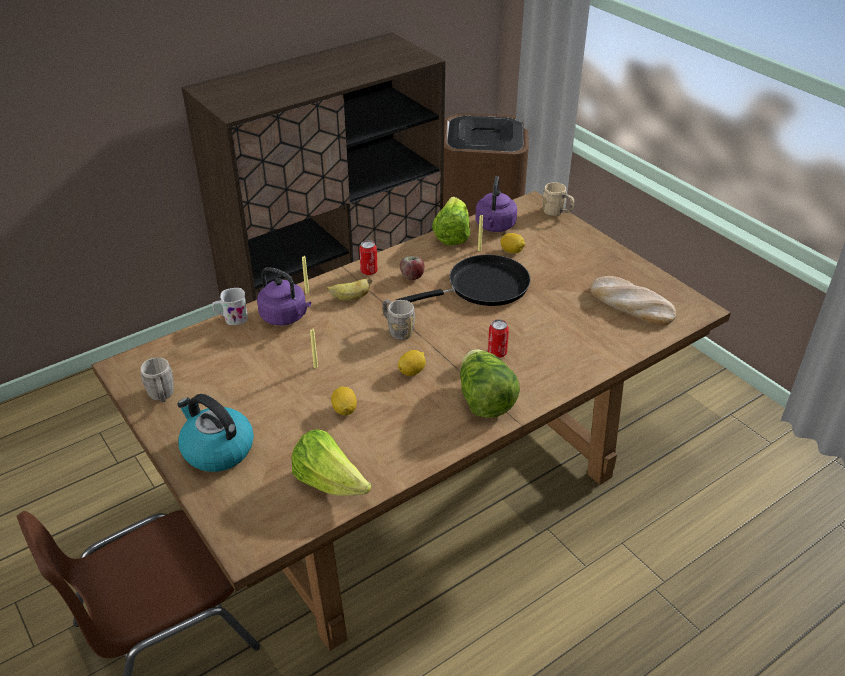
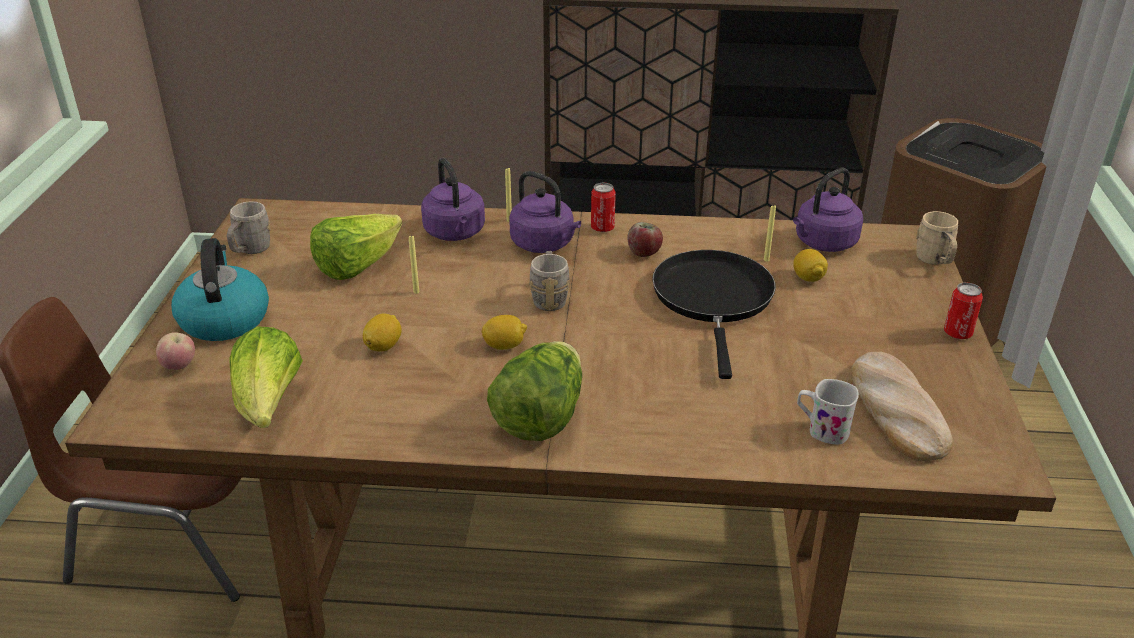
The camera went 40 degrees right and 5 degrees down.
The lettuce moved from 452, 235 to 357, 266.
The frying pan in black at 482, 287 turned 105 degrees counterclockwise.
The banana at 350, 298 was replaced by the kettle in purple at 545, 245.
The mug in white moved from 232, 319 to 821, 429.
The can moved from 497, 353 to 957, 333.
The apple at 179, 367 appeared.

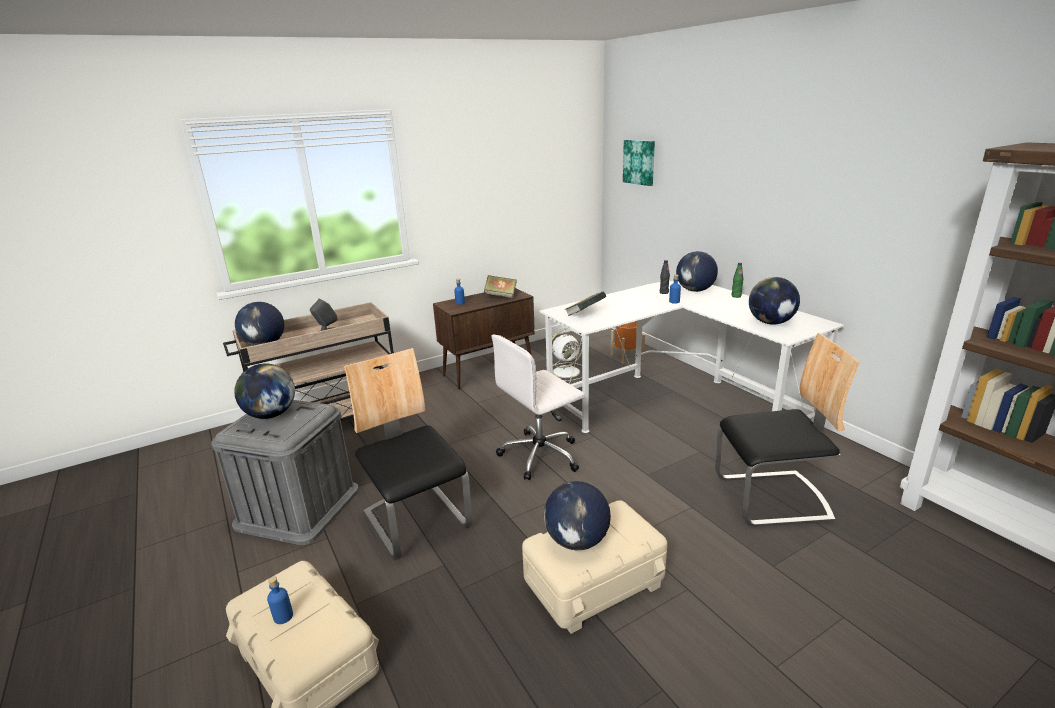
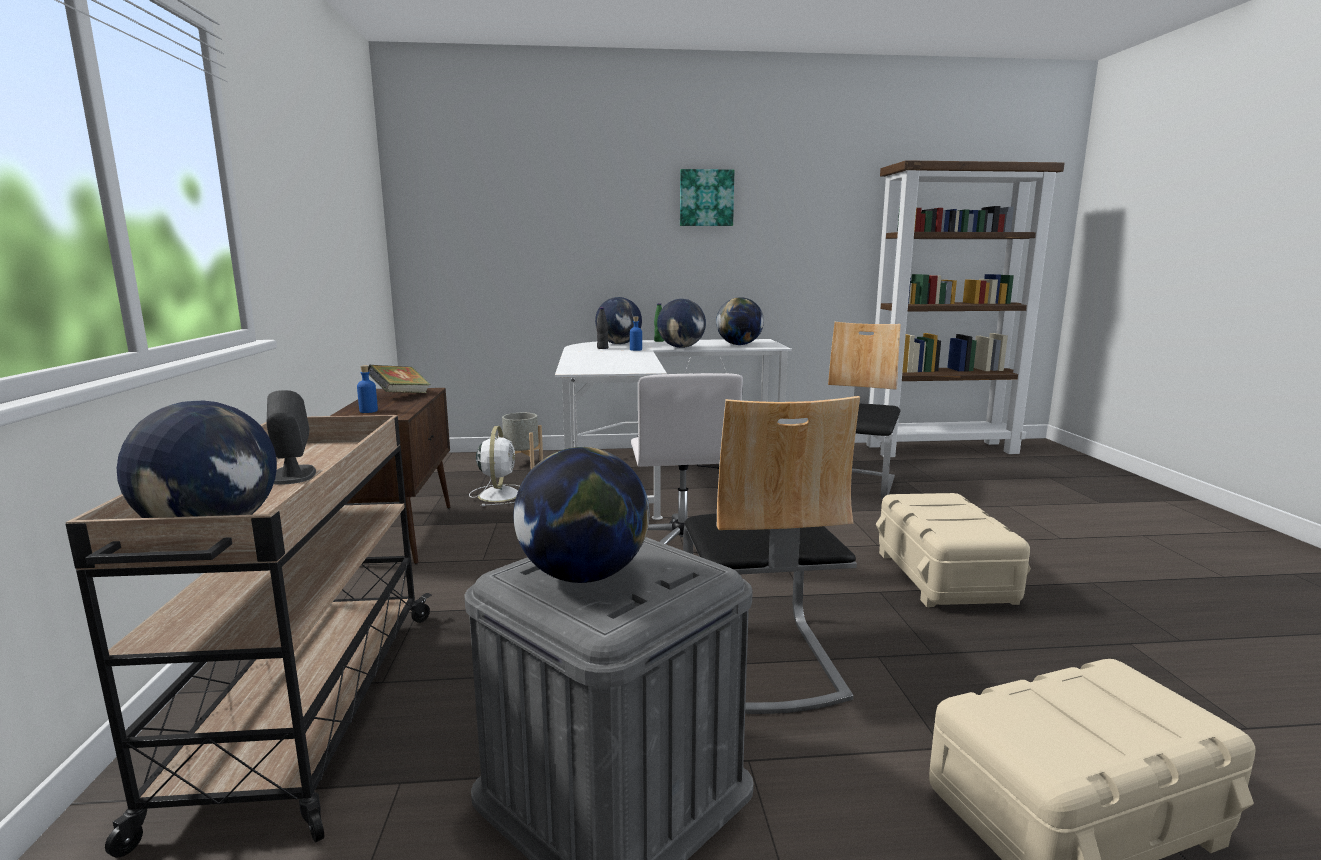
The camera went 65 degrees left and 10 degrees down.
The picture moved from 639, 162 to 706, 198.
The book at 585, 314 disappeared.
The planter in orange at 627, 357 became the planter in grey at 521, 464.
The chair at 417, 519 turned 90 degrees counterclockwise.
The globe moved from 577, 541 to 681, 347.
The bottle in blue at 283, 616 disappeared.

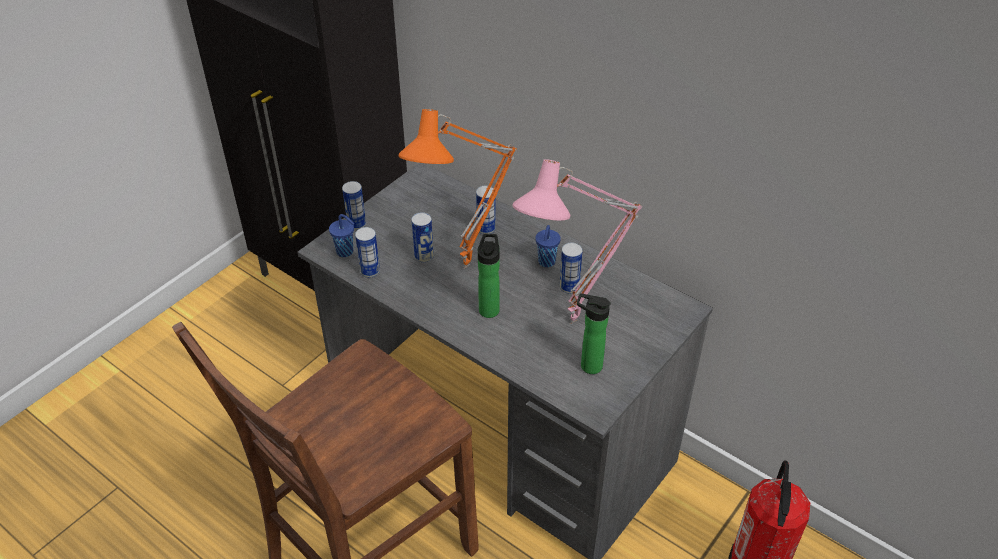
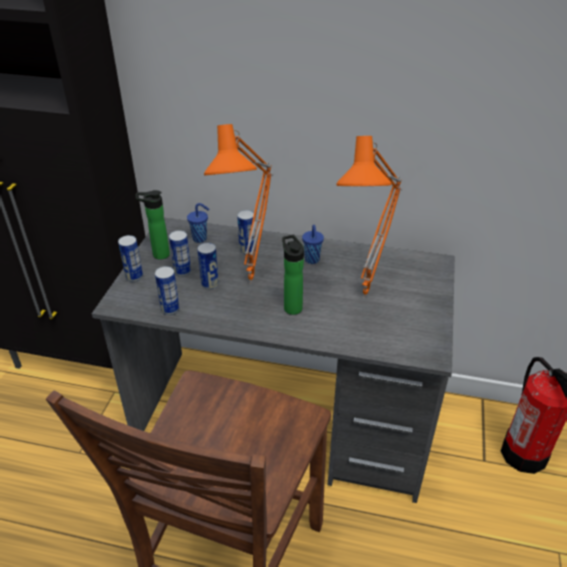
The camera went 25 degrees left and 5 degrees down.
The table lamp in pink at 576, 324 became the table lamp in orange at 368, 297.
The cup in blue moved from 346, 252 to 200, 238.
The can moved from 569, 287 to 182, 272.
The bottle moved from 588, 365 to 158, 255.

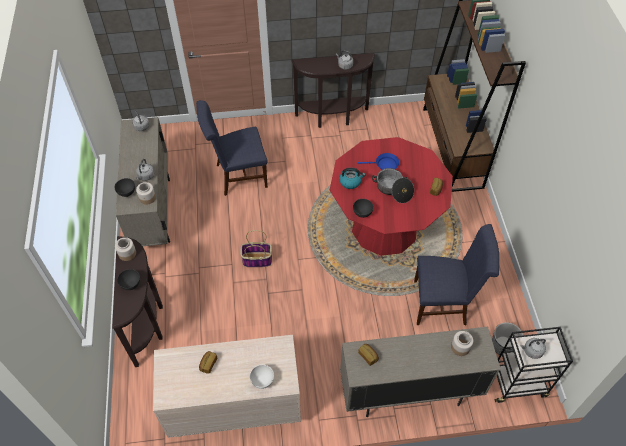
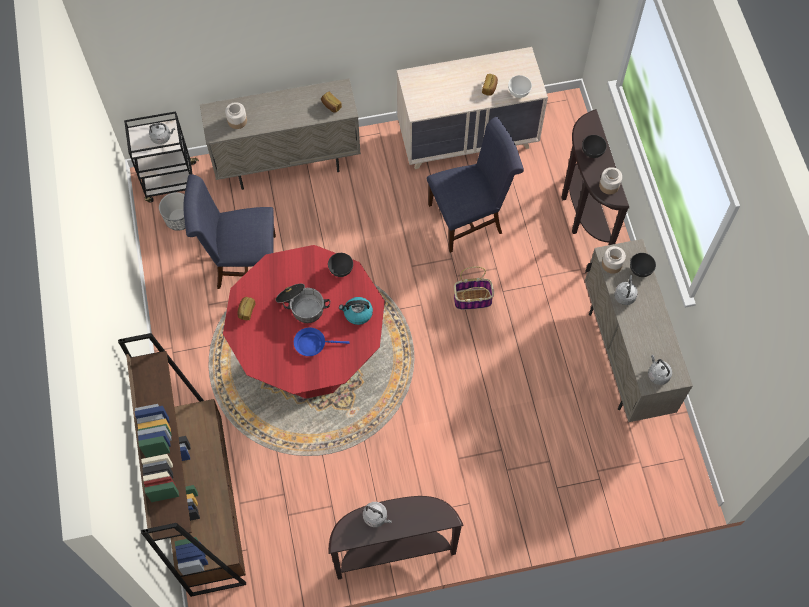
The camera went 175 degrees right and 10 degrees up.
The chair in blue moved from 237, 176 to 470, 217.
The bowl in white moved from 262, 381 to 519, 92.

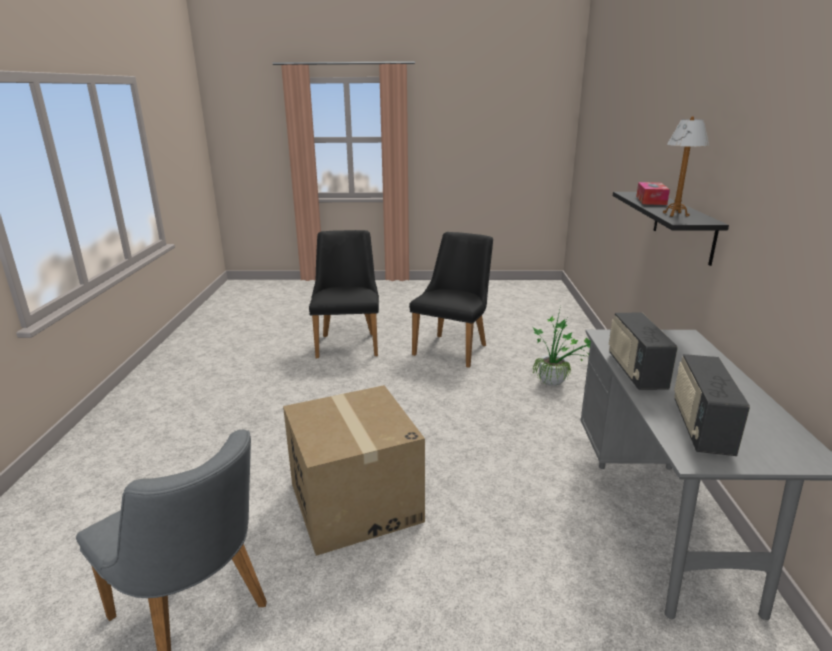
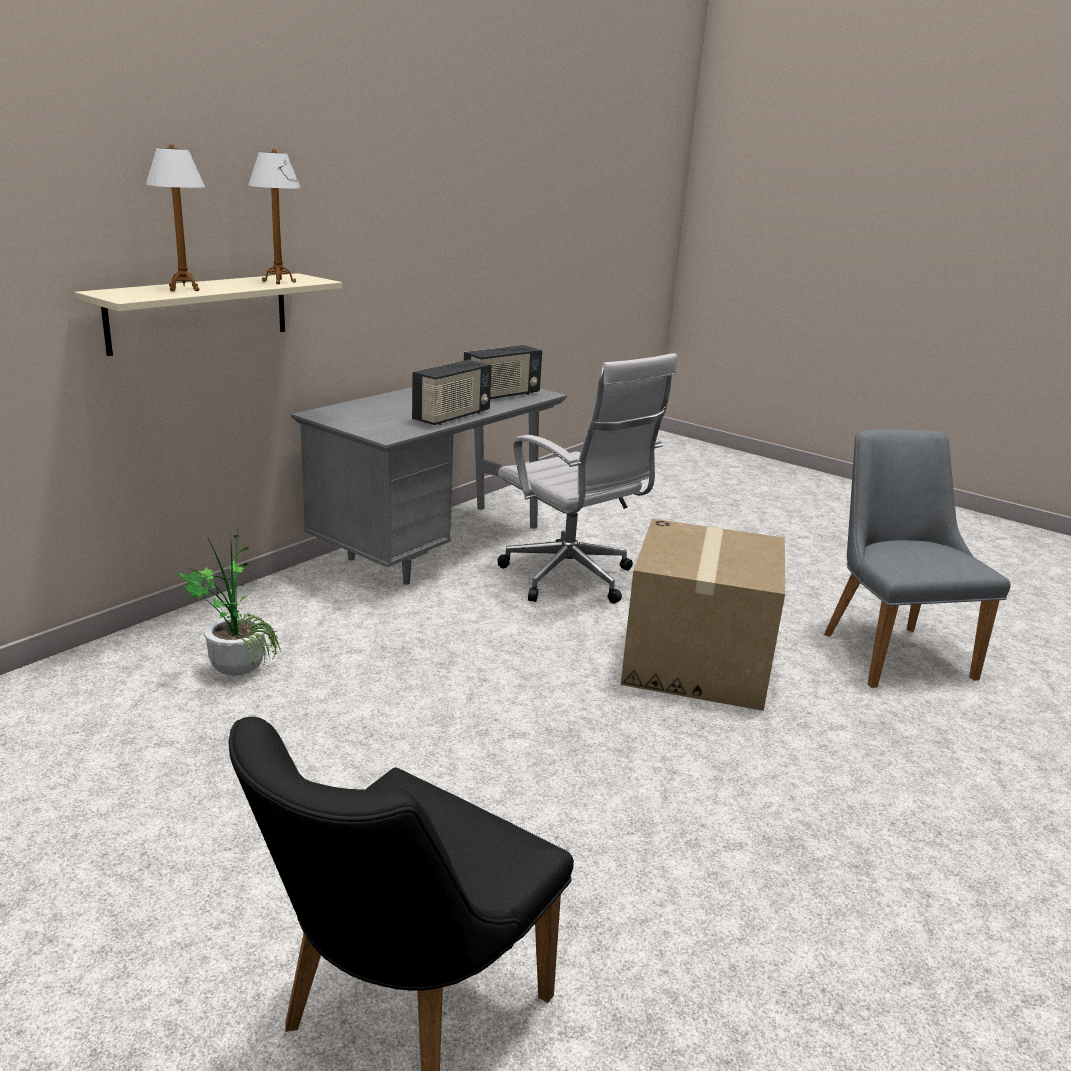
The camera went 145 degrees left and 0 degrees up.
The tissue box at 651, 200 was replaced by the table lamp at 184, 289.
The shelf in black at 683, 226 became the shelf in beige at 200, 312.
The chair in black at 454, 347 disappeared.
The office chair in white at 572, 580 appeared.

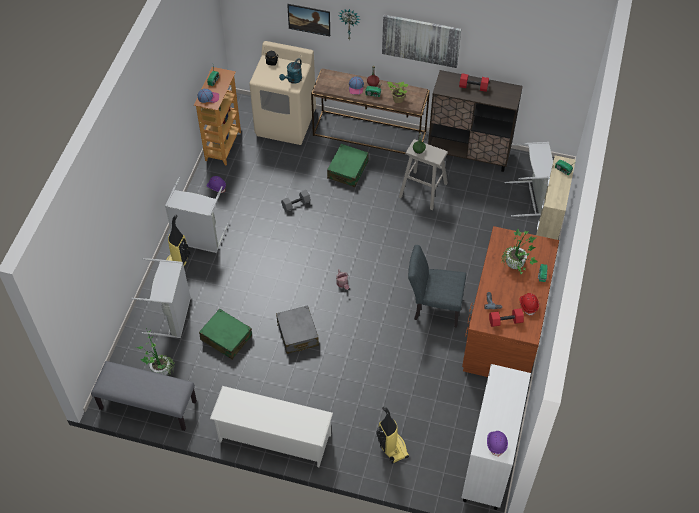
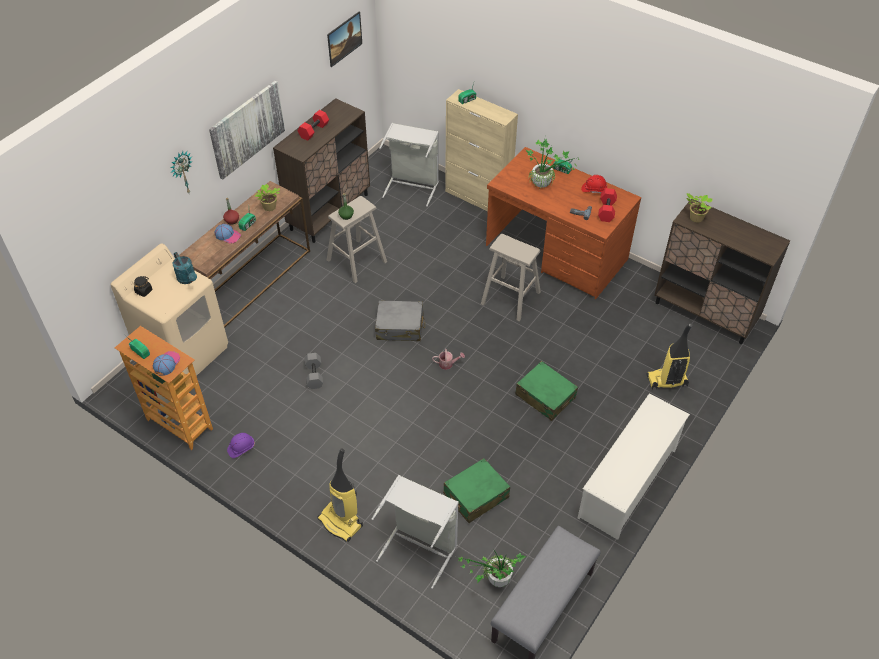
The camera went 70 degrees left and 5 degrees down.
The picture moved from 309, 25 to 345, 47.
The suitcase in green moved from 348, 170 to 545, 396.
The laundry basket in grey at 199, 238 disappeared.
The chair in grey at 433, 307 was replaced by the stool in beige at 510, 298.
The suitcase in grey moved from 297, 334 to 400, 327.
The cabinet in white at 488, 464 became the cabinet in brown at 705, 313.
The hard hat in purple at 496, 443 disappeared.
The potted plant at 695, 218 appeared.

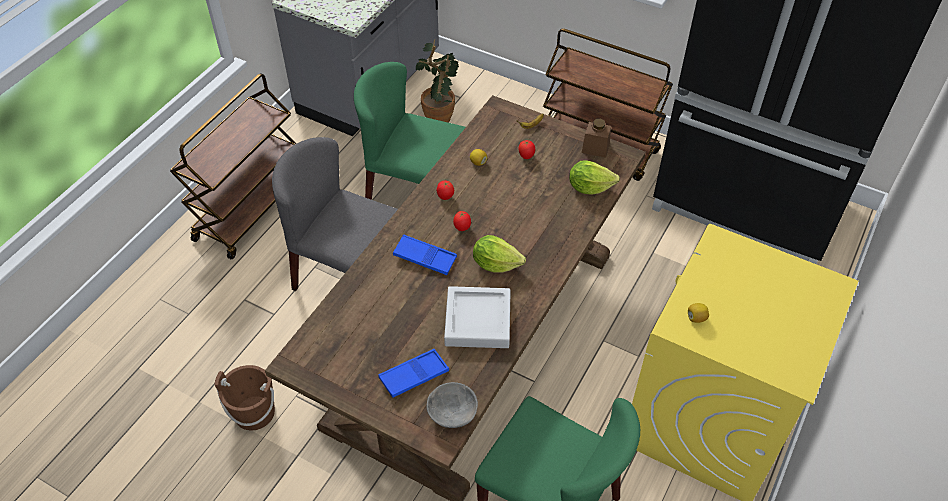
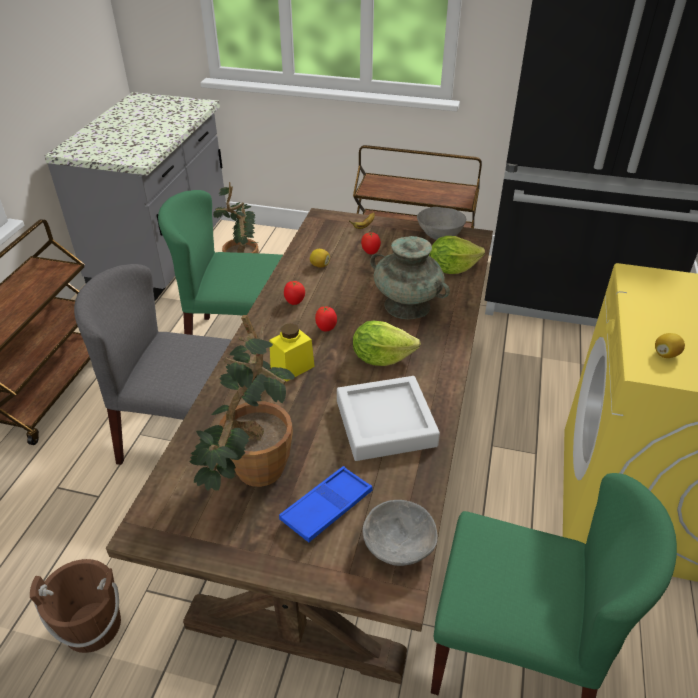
The camera went 15 degrees left and 10 degrees down.
The jar in brown at 595, 148 was replaced by the bowl in grey at 440, 235.
The tray in blue at 425, 258 was replaced by the jar in yellow at 292, 367.
The vase in turquoise at 406, 305 appeared.
The potted plant at 252, 477 appeared.

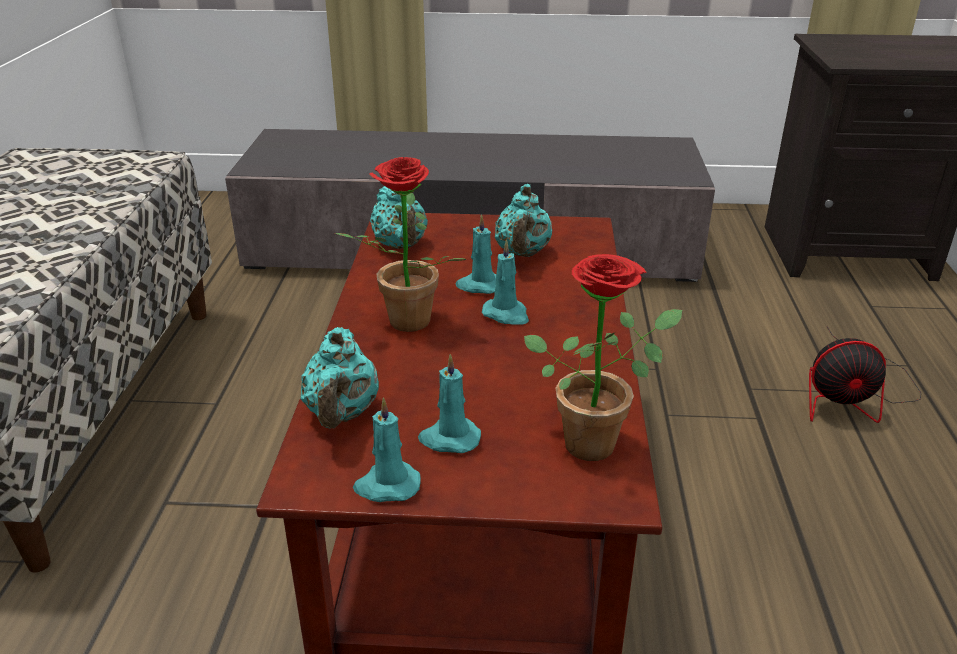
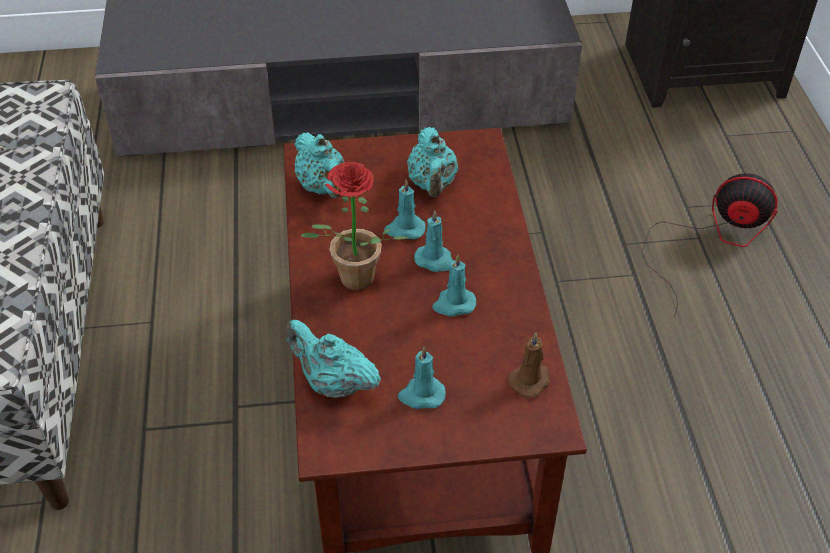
The camera went 10 degrees left and 15 degrees up.
The potted plant at 597, 439 was replaced by the candle in brown at 530, 380.
The fan at 852, 395 turned 150 degrees counterclockwise.
The teapot in turquoise at 342, 414 turned 135 degrees clockwise.
The candle in turquoise moved from 386, 486 to 453, 304.

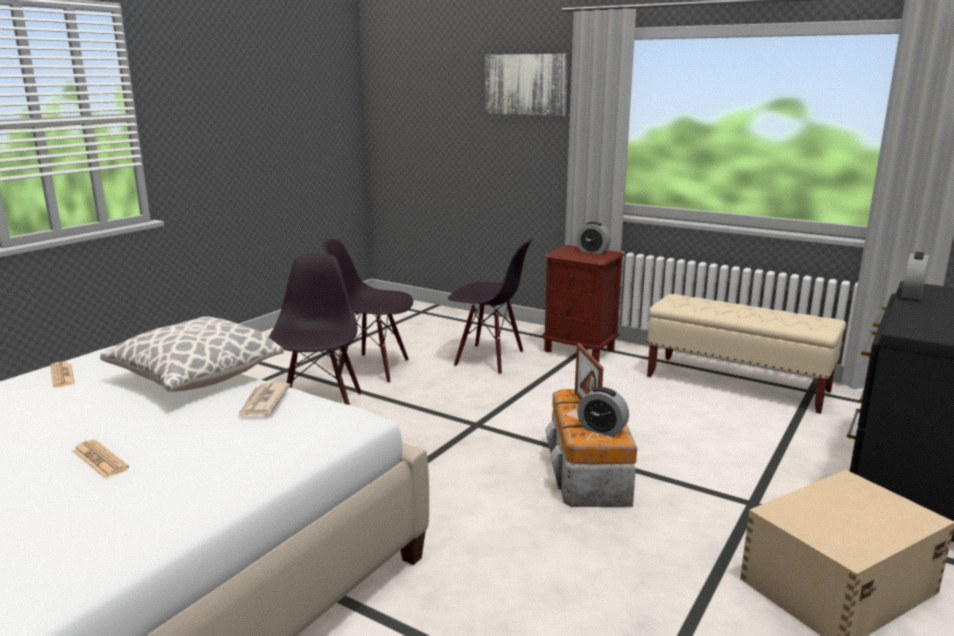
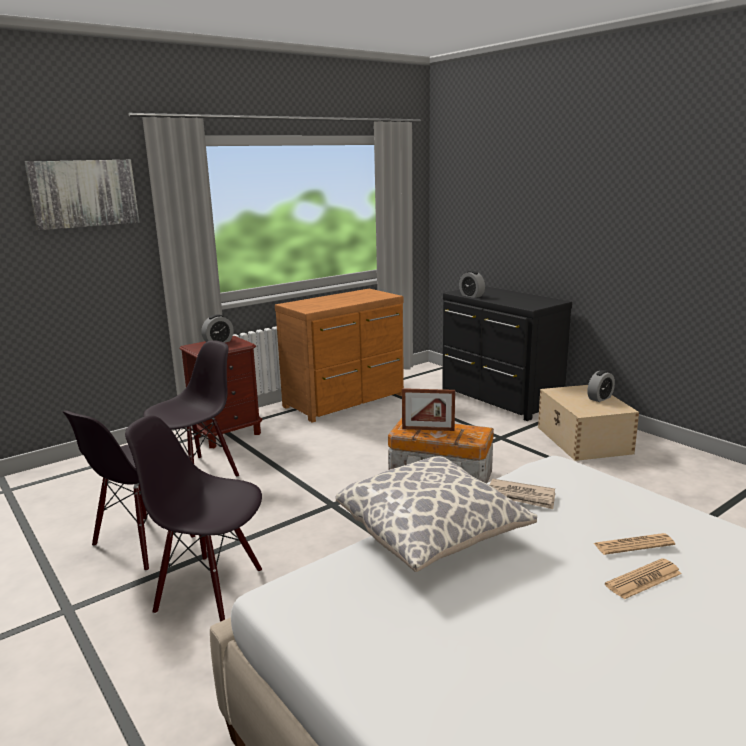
The camera went 70 degrees left and 0 degrees up.
The bench in beige at 737, 384 was replaced by the dresser in brown at 346, 401.
The newspaper moved from 62, 375 to 633, 545.
The alarm clock moved from 602, 430 to 600, 398.

